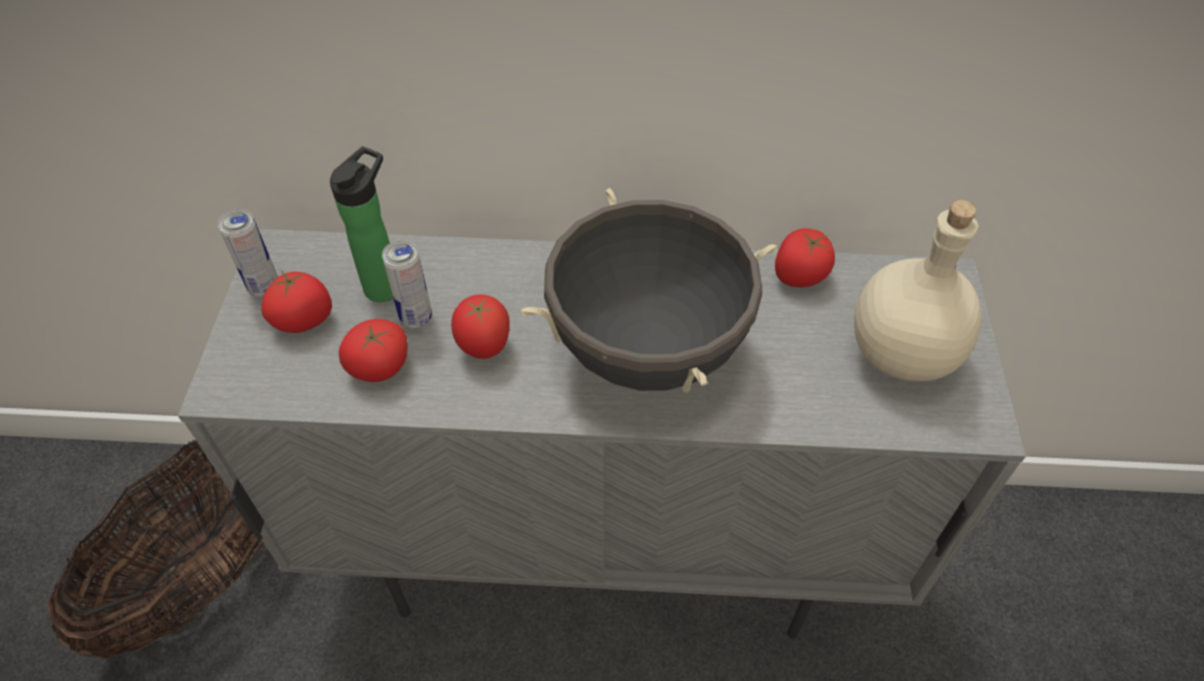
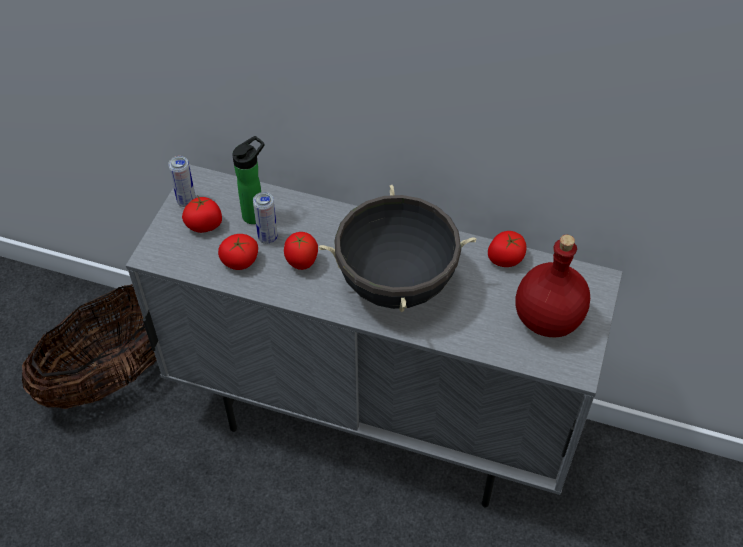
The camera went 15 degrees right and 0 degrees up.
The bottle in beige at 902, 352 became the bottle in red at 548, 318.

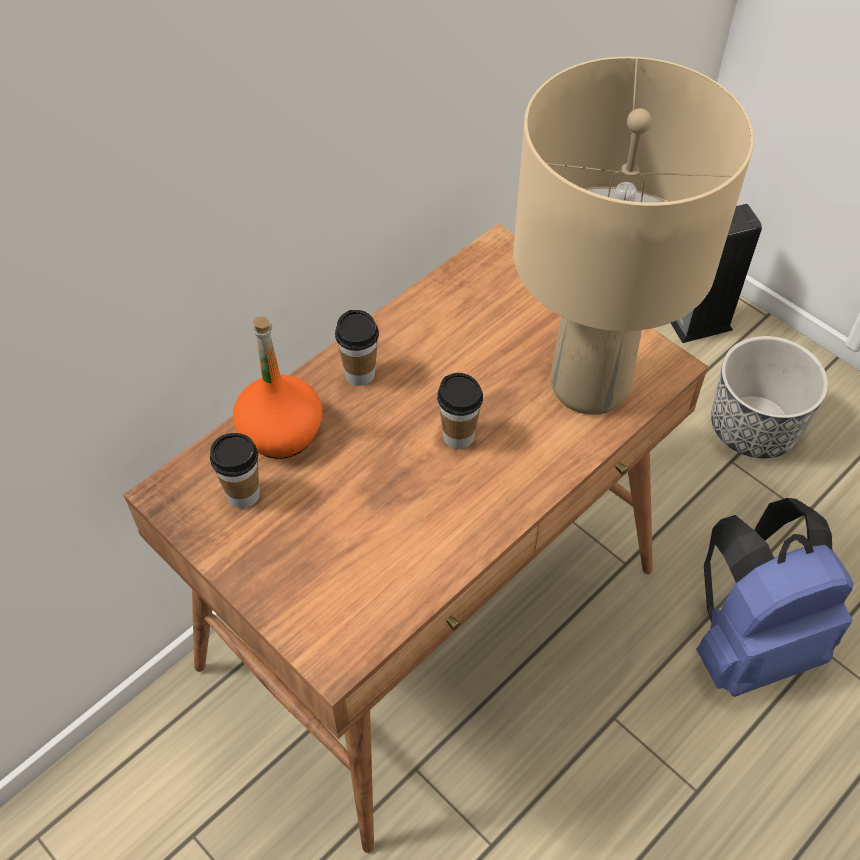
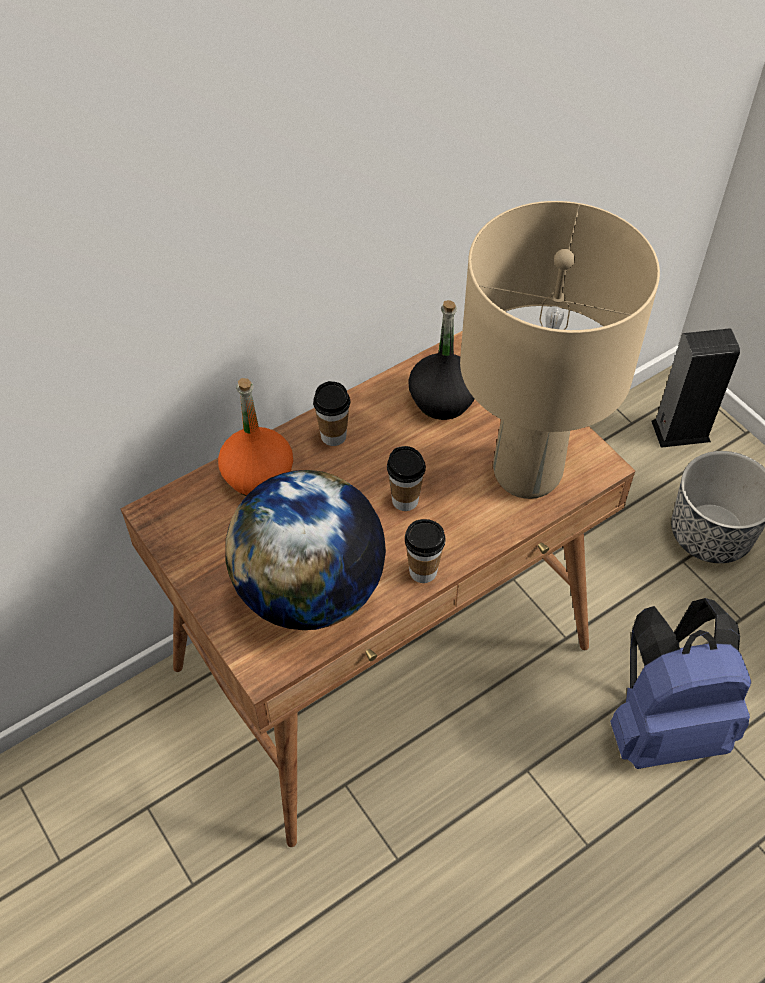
The camera went 10 degrees right and 0 degrees up.
The cup moved from 243, 494 to 423, 571.
The bottle in black at 442, 400 appeared.
The globe at 310, 591 appeared.

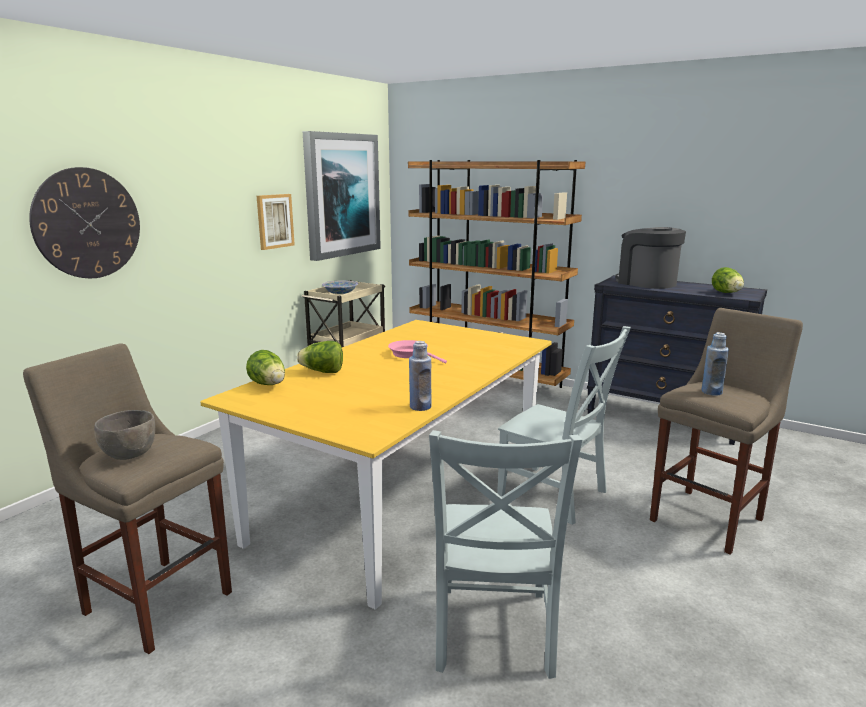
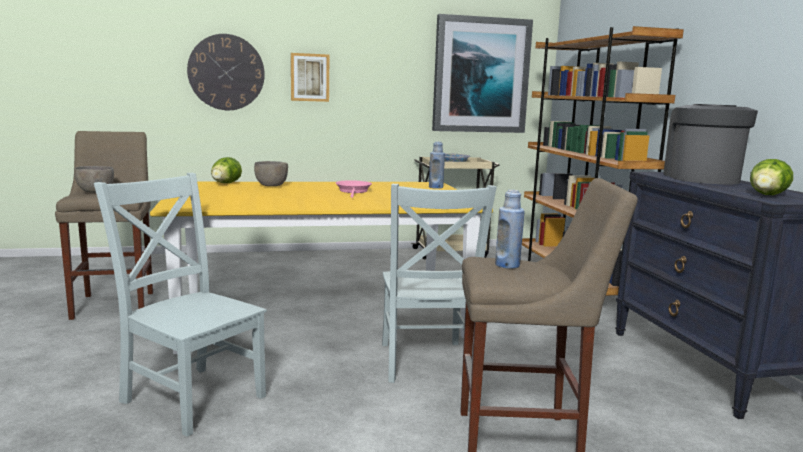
The camera went 45 degrees right and 5 degrees down.
The picture moved from 274, 221 to 310, 77.
The lettuce at 322, 372 was replaced by the bowl in grey at 271, 186.
The bottle in blue moved from 420, 407 to 436, 187.
The chair in grey at 493, 634 turned 75 degrees clockwise.

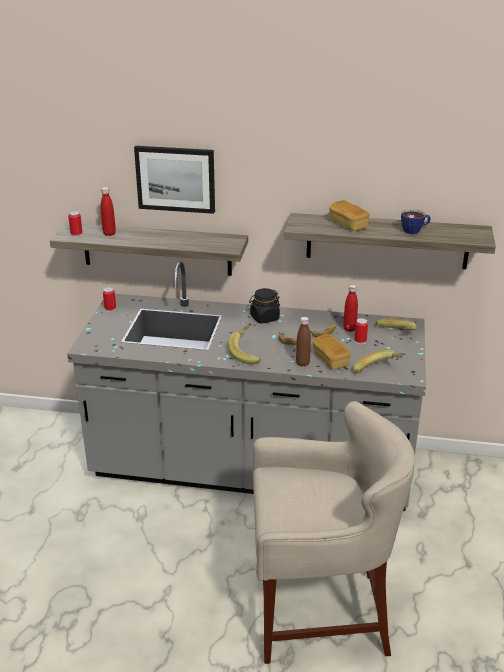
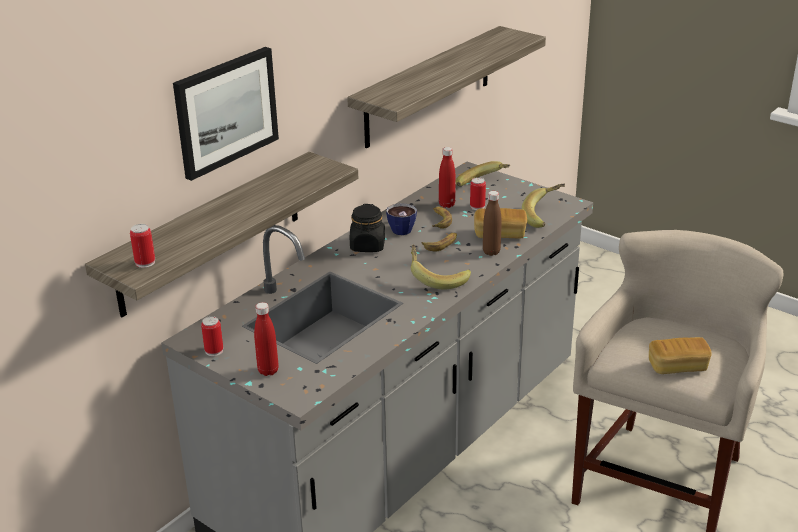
The camera went 60 degrees left and 0 degrees up.
The bottle in red moved from 109, 234 to 268, 371.
The bread moved from 348, 225 to 677, 366.
The cup moved from 415, 230 to 402, 228.

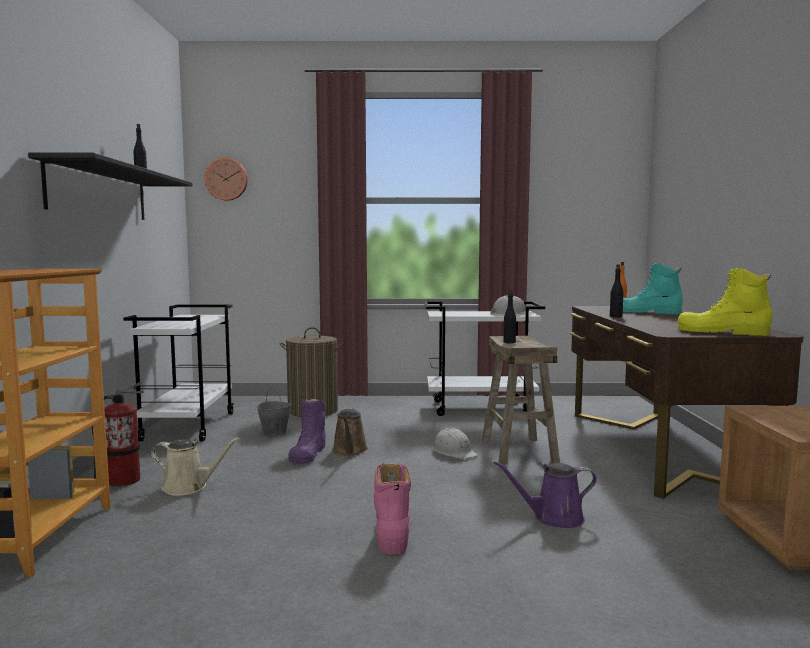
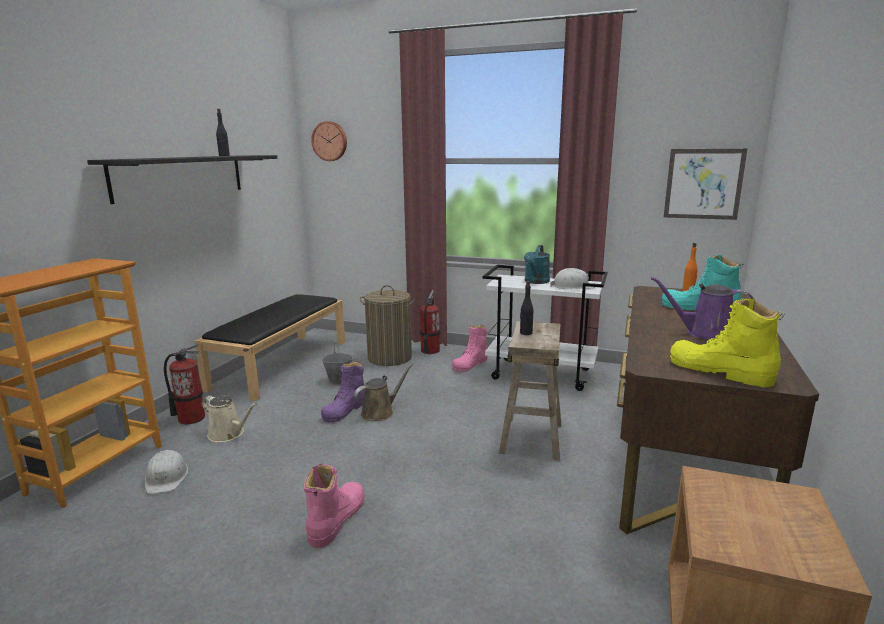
The camera went 20 degrees right and 10 degrees up.
The bottle in black at 616, 316 disappeared.
The cart in white at 188, 426 was replaced by the bench in black at 281, 363.
The watering can in brown at 349, 451 turned 150 degrees counterclockwise.
The hard hat in white moved from 453, 452 to 167, 477.
The watering can in purple moved from 553, 518 to 705, 334.
The picture at 703, 184 appeared.
The watering can in turquoise at 535, 282 appeared.
The fire extinguisher at 429, 351 appeared.
The boot in pink at 470, 364 appeared.

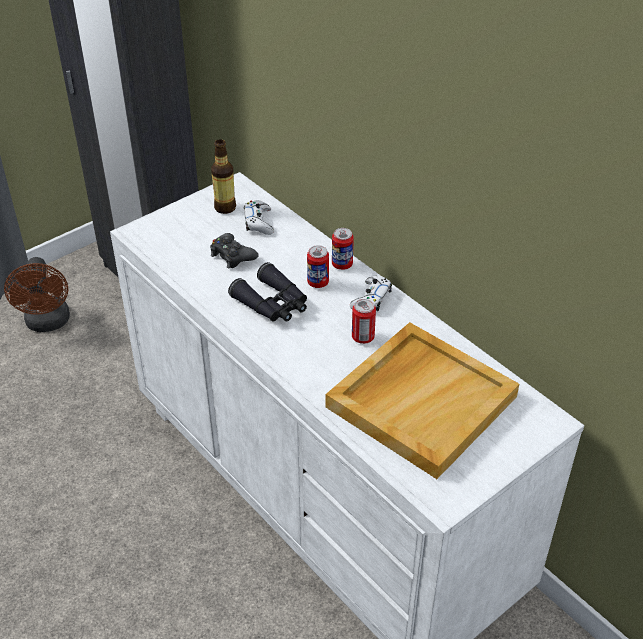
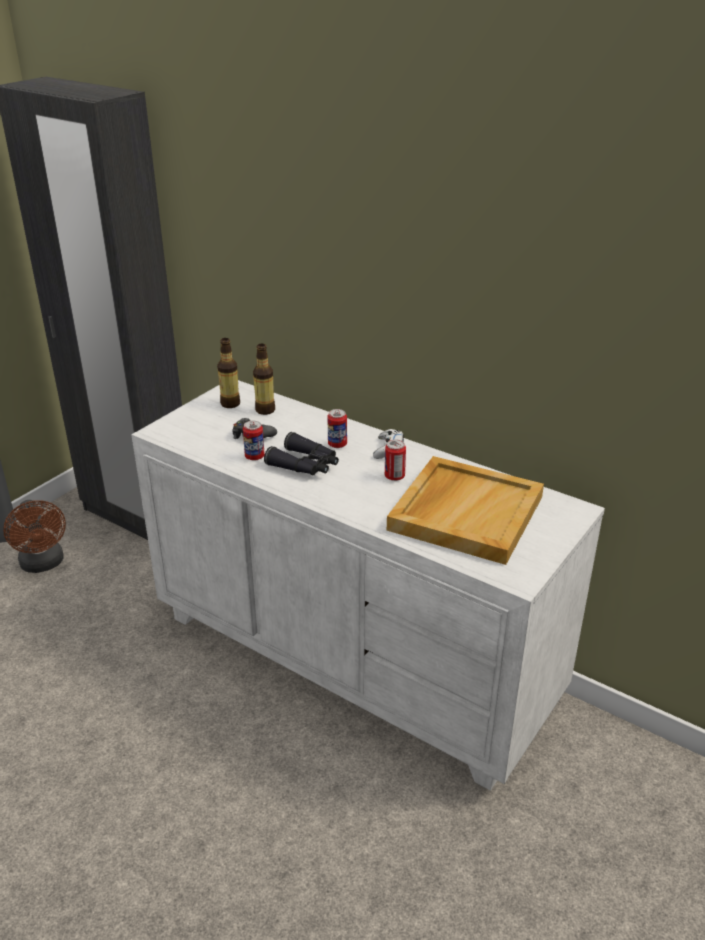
The camera went 15 degrees left and 10 degrees down.
The game controller in white at 258, 222 was replaced by the bottle at 265, 410.
The can moved from 342, 264 to 254, 457.

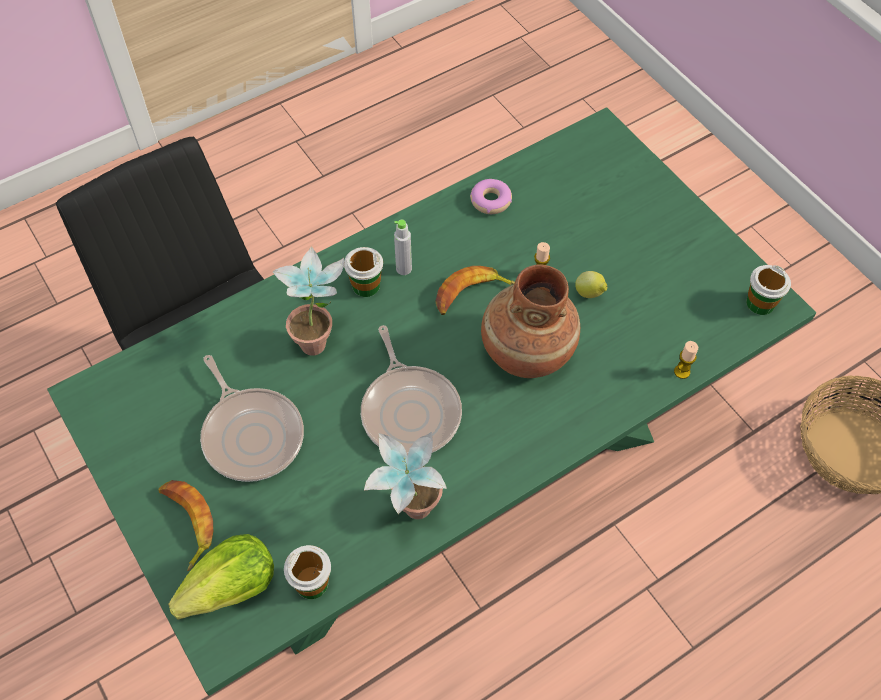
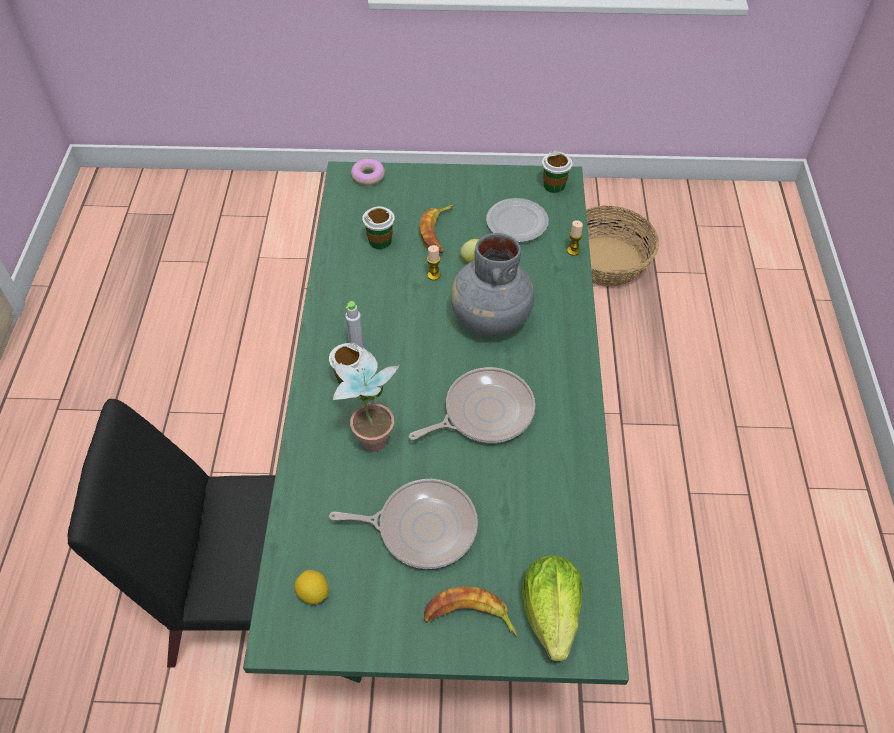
The camera went 55 degrees left and 5 degrees down.
The donut moved from 490, 201 to 368, 176.
The vase in brown at 526, 351 became the vase in grey at 490, 318.
The banana moved from 471, 295 to 438, 232.
The frying pan at 410, 410 turned 45 degrees counterclockwise.
The potted plant at 410, 514 disappeared.
The cup moved from 312, 583 to 380, 241.
The plate at 517, 223 appeared.
The lemon at 313, 593 appeared.

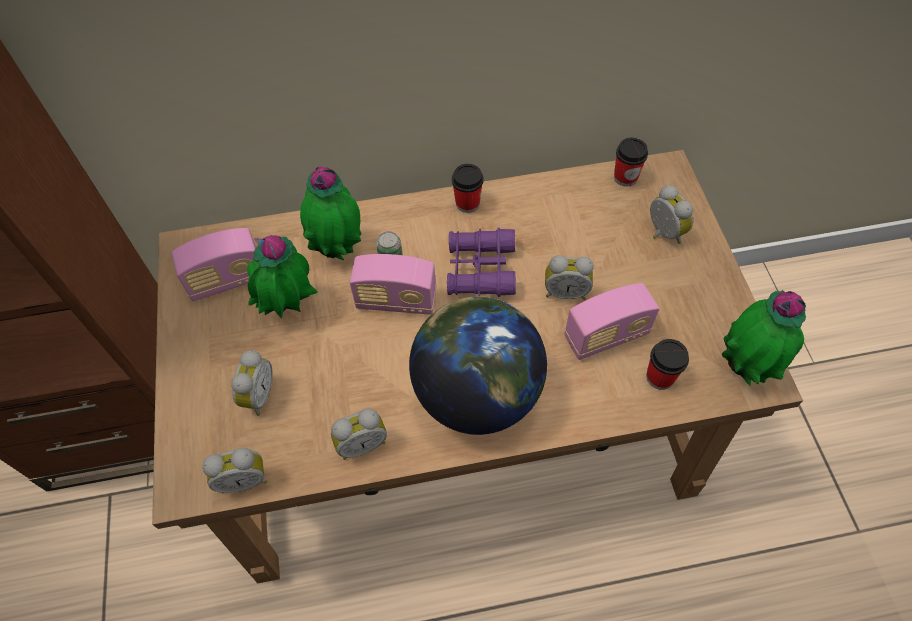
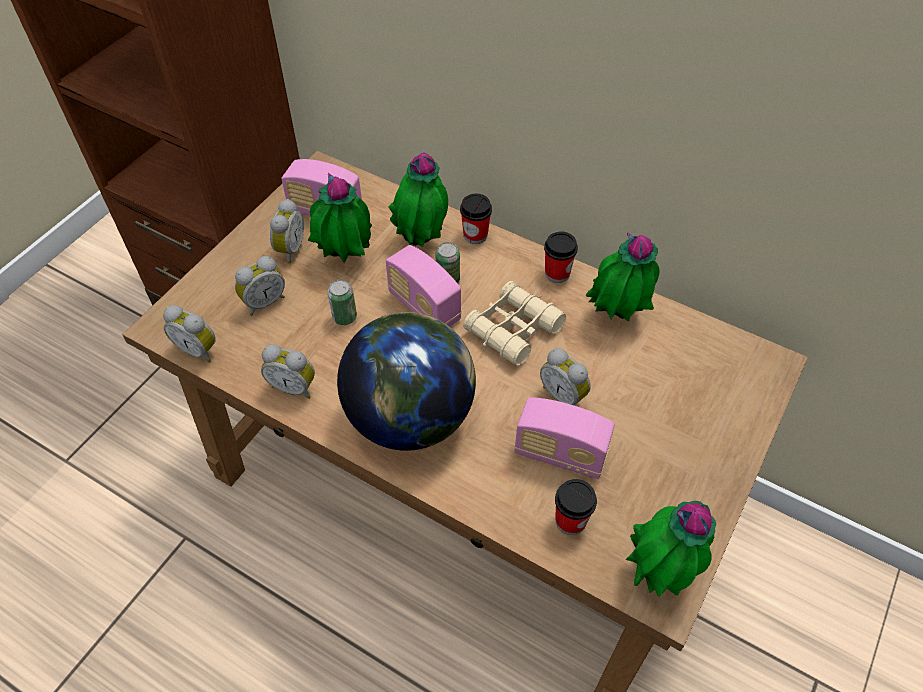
The camera went 40 degrees right and 5 degrees down.
The cup moved from 625, 177 to 475, 235.
The alarm clock moved from 662, 233 to 289, 249.
The binoculars in purple at 481, 269 became the binoculars in beige at 513, 329.
The potted plant at 616, 317 appeared.
The can at 344, 317 appeared.

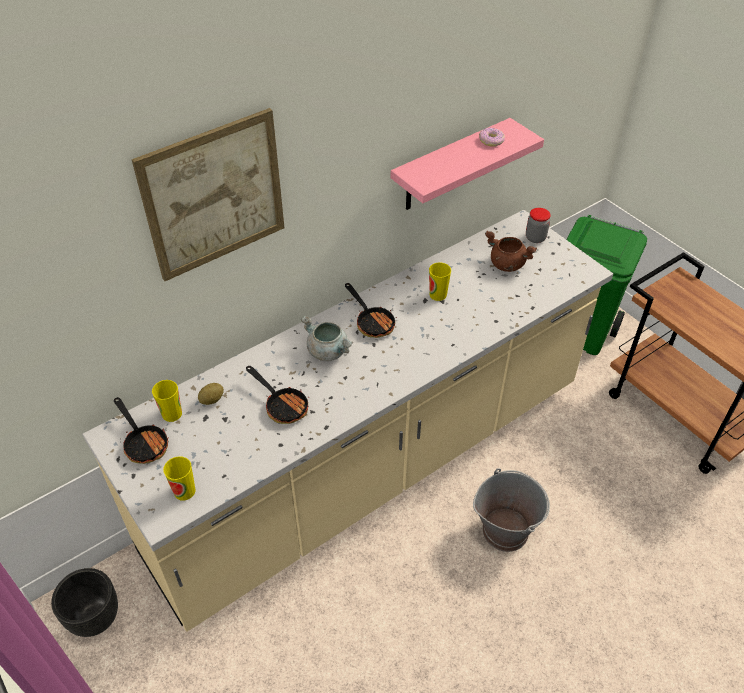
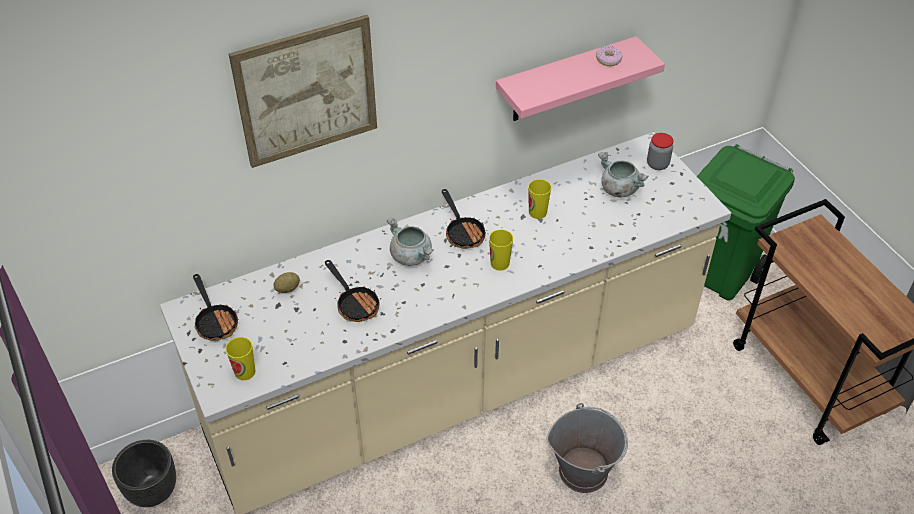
The camera went 10 degrees right and 0 degrees up.
The cooking pot in brown at 506, 264 became the cooking pot in grey at 618, 189.
The cup moved from 172, 414 to 500, 263.

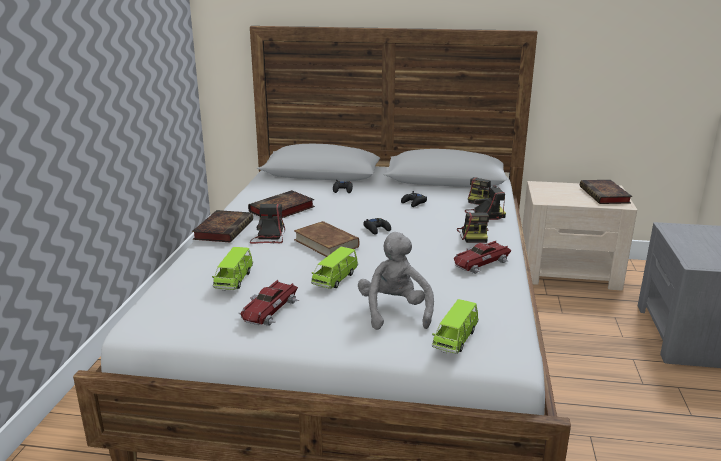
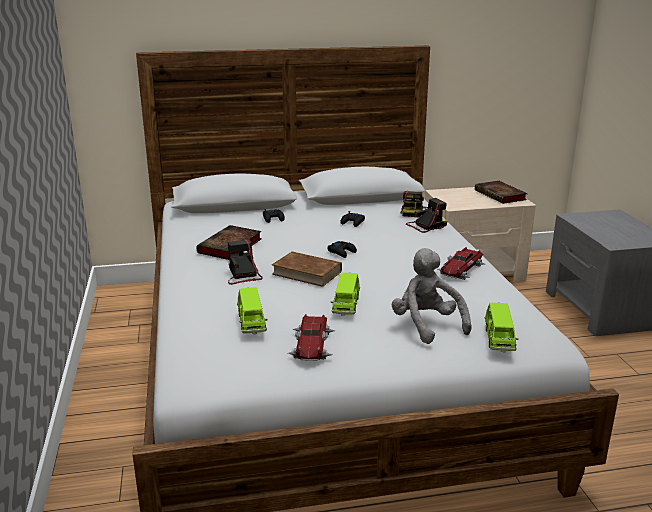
The camera went 20 degrees left and 0 degrees up.
The book at 224, 229 disappeared.
The photo camera at 474, 235 disappeared.

